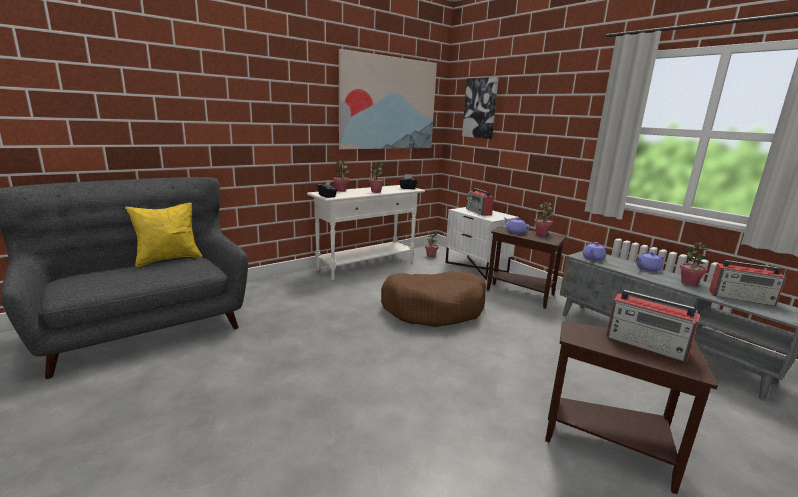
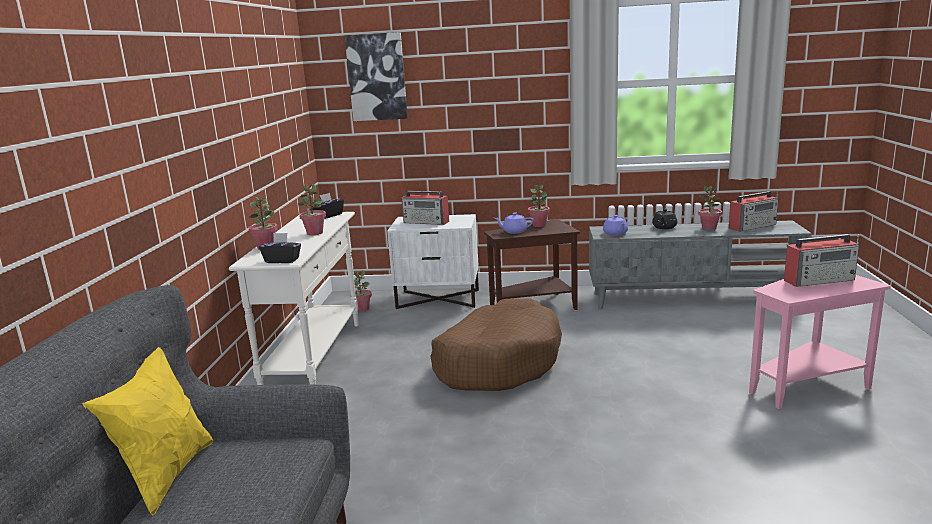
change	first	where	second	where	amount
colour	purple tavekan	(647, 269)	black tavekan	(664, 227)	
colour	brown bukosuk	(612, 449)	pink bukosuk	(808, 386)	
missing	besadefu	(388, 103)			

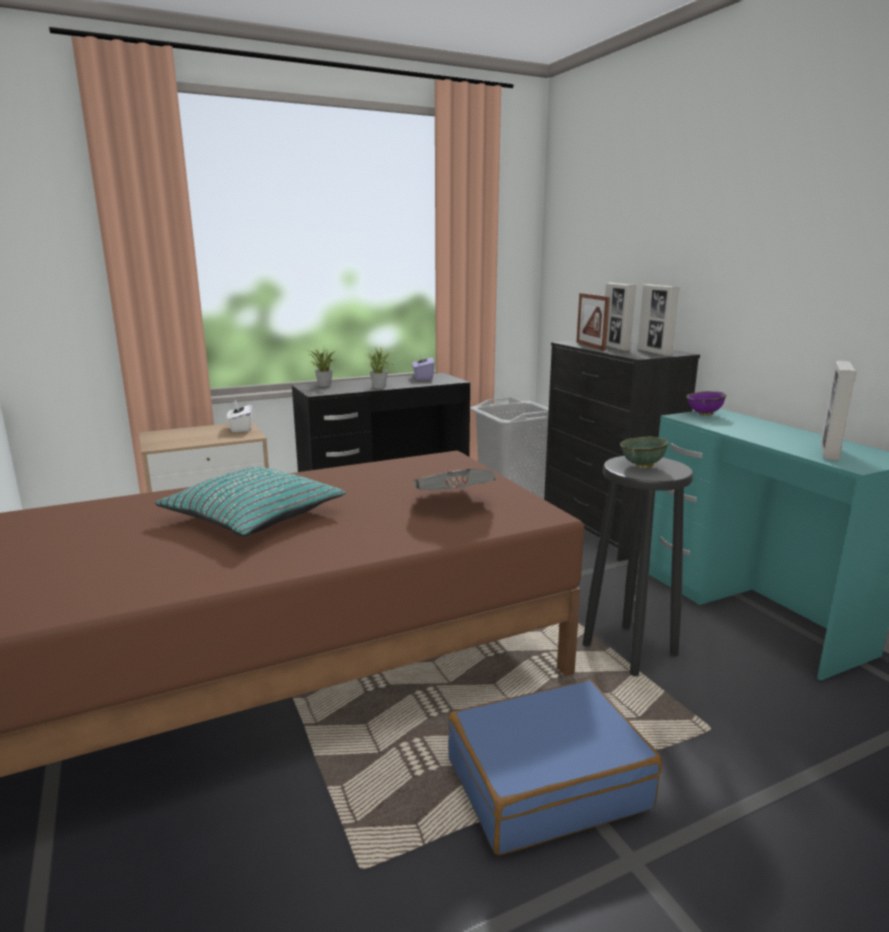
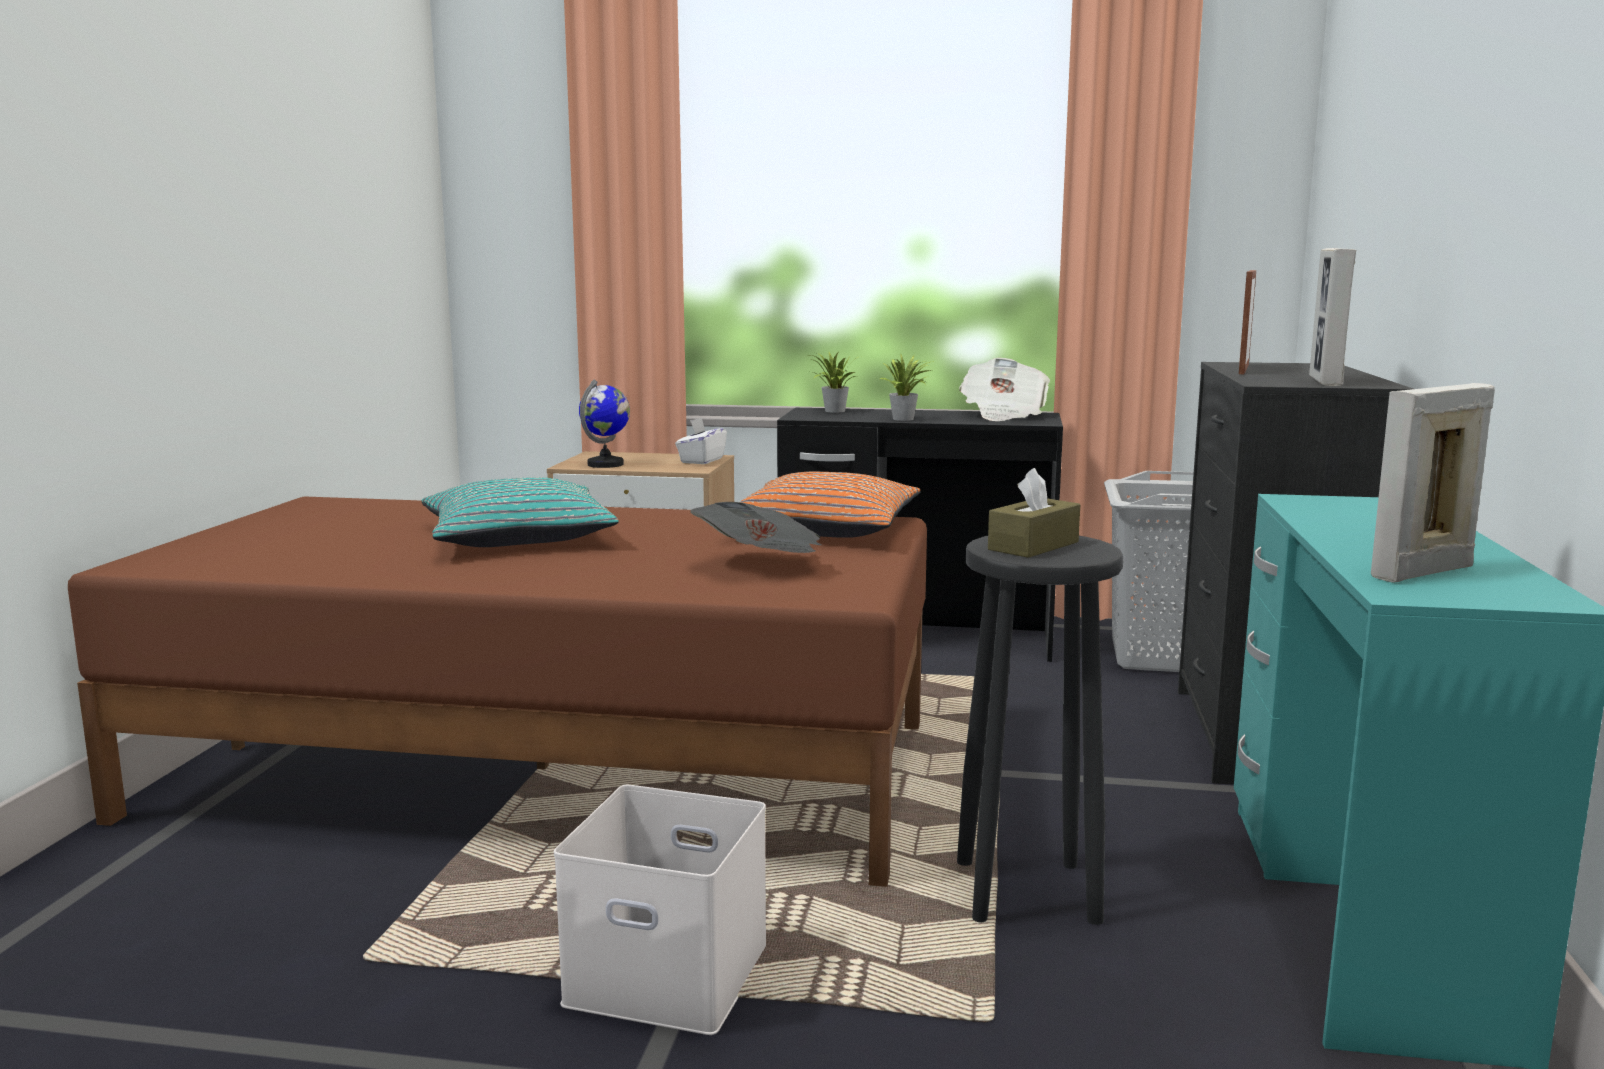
change	first	where	second	where	amount
exchanged	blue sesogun	(546, 782)	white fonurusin	(663, 976)	
appeared			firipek	(606, 464)	
appeared			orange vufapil	(823, 529)	
exchanged	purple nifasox	(423, 377)	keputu	(1003, 415)	
exchanged	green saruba	(642, 466)	brown nifasox	(1033, 546)	
missing	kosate	(615, 348)			
missing	purple saruba	(704, 415)			

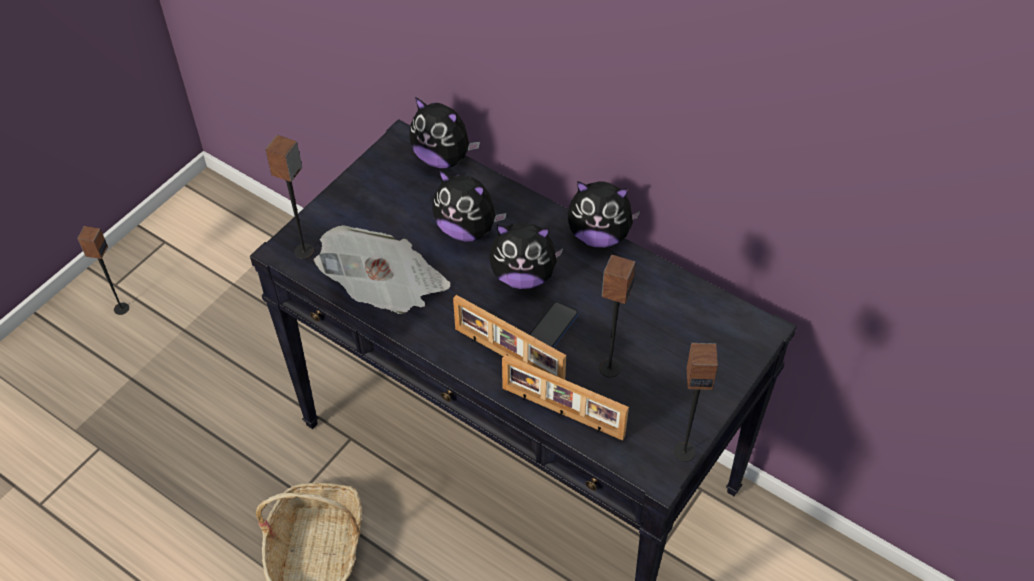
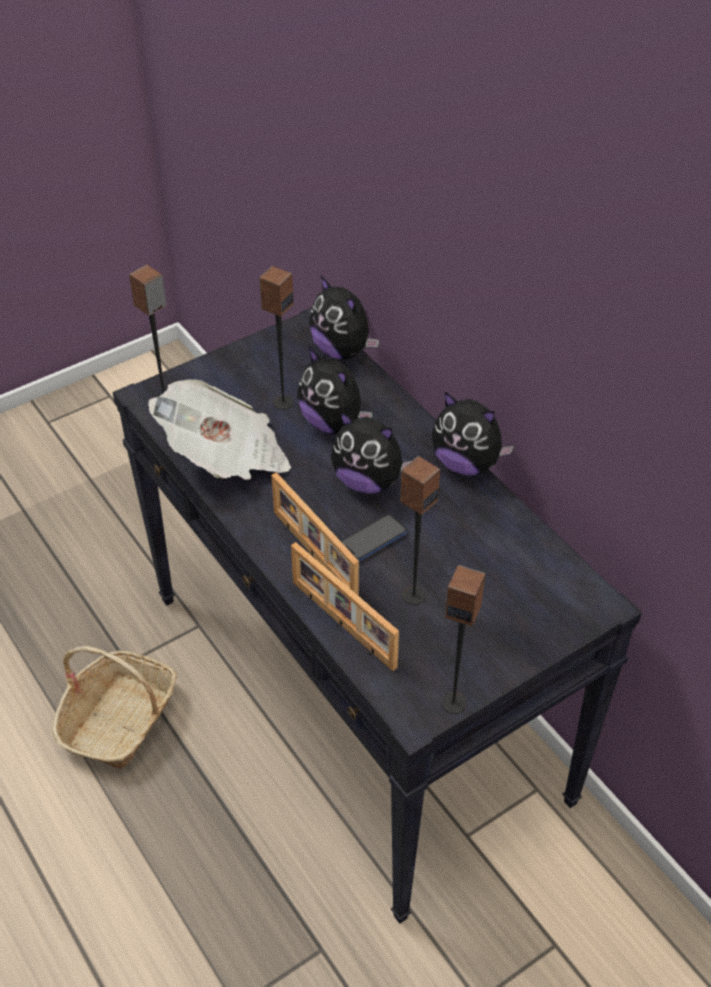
change	first	where	second	where	amount
relocated	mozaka	(121, 308)		(283, 402)	

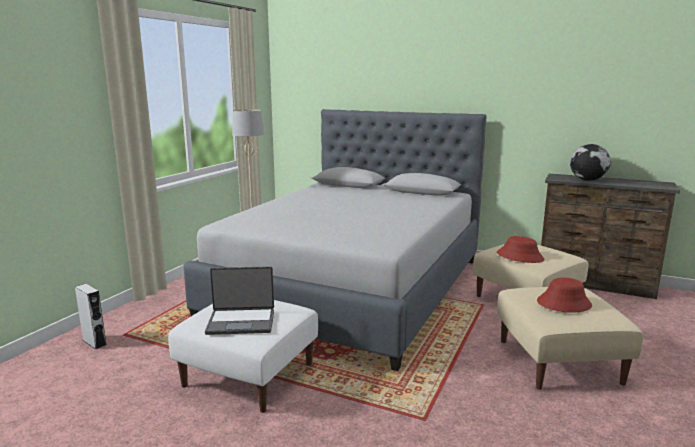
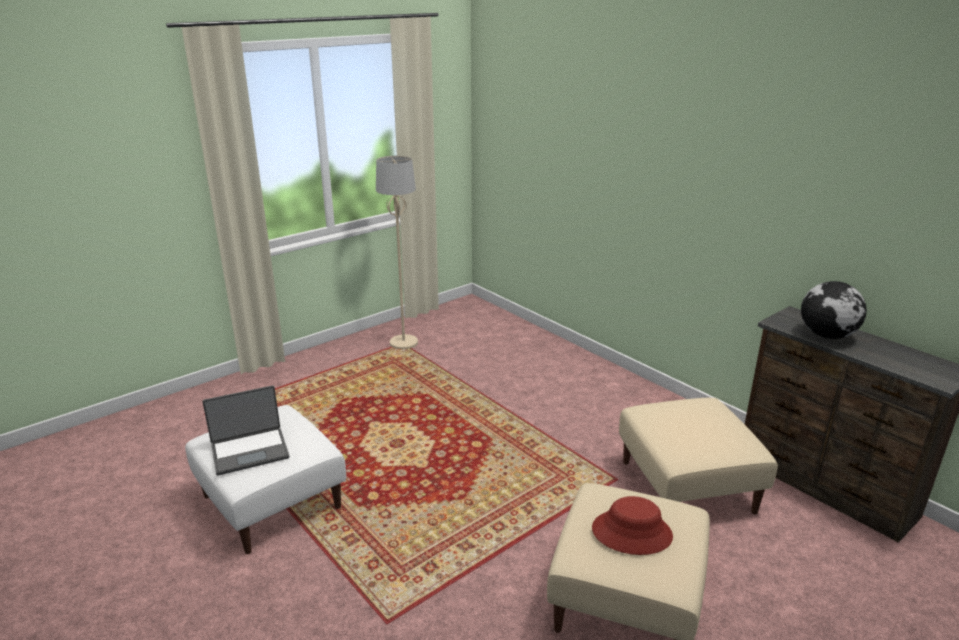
change	first	where	second	where	amount
spun	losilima	(241, 322)		(250, 451)	45 degrees counterclockwise
missing	grey mozaka	(94, 342)			
missing	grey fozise	(352, 287)			
missing	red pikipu	(520, 256)			

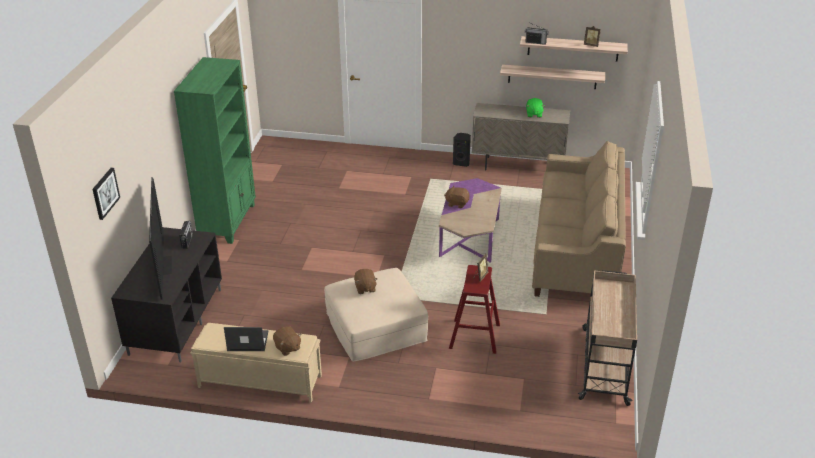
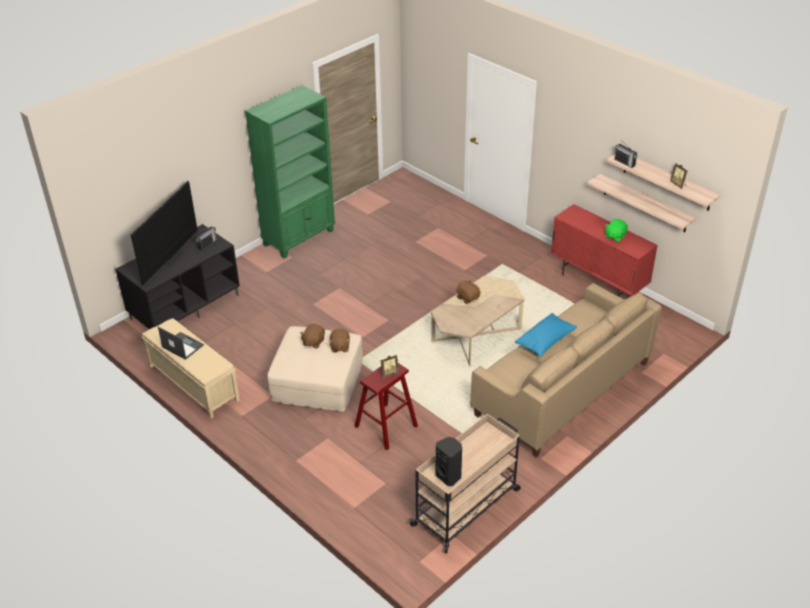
change	first	where	second	where	amount
relocated	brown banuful	(287, 348)		(340, 347)	
colour	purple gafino	(470, 238)	beige gafino	(477, 336)	
relocated	black mozaka	(461, 163)		(449, 476)	
appeared			blue vufapil	(545, 341)	
colour	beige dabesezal	(518, 166)	red dabesezal	(597, 283)	
missing	besadefu	(105, 193)			

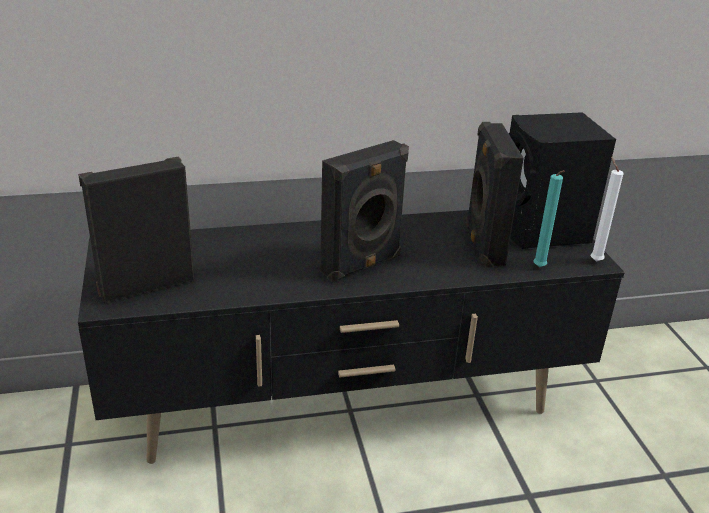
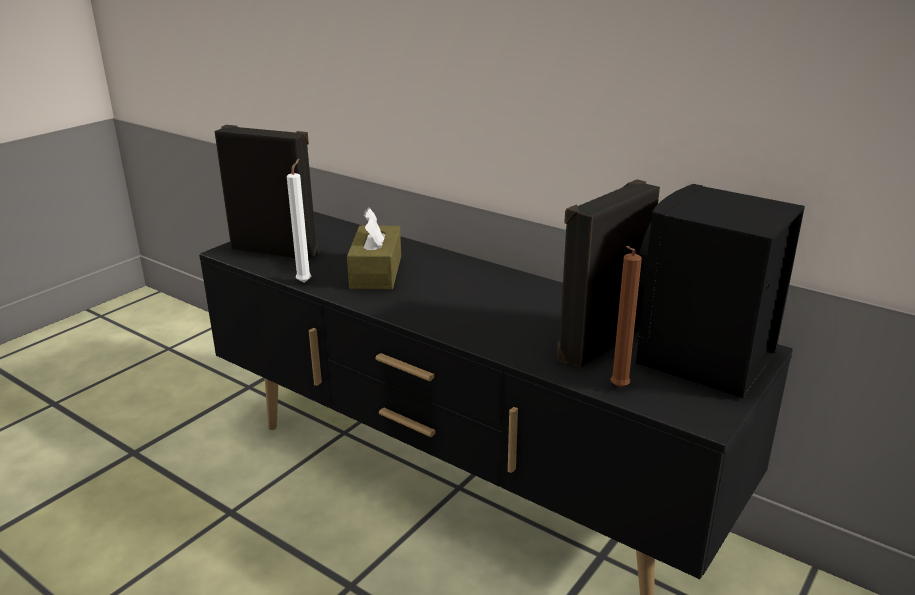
change	first	where	second	where	amount
relocated	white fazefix	(594, 260)		(305, 281)	
appeared			brown nifasox	(376, 272)	
colour	turquoise fazefix	(540, 268)	brown fazefix	(617, 389)	
missing	black mozaka	(362, 265)			

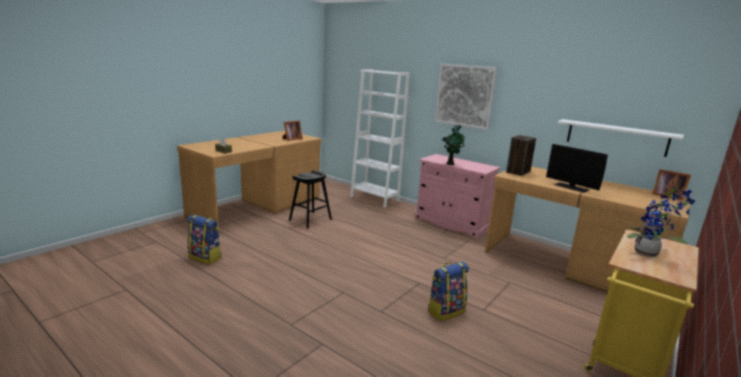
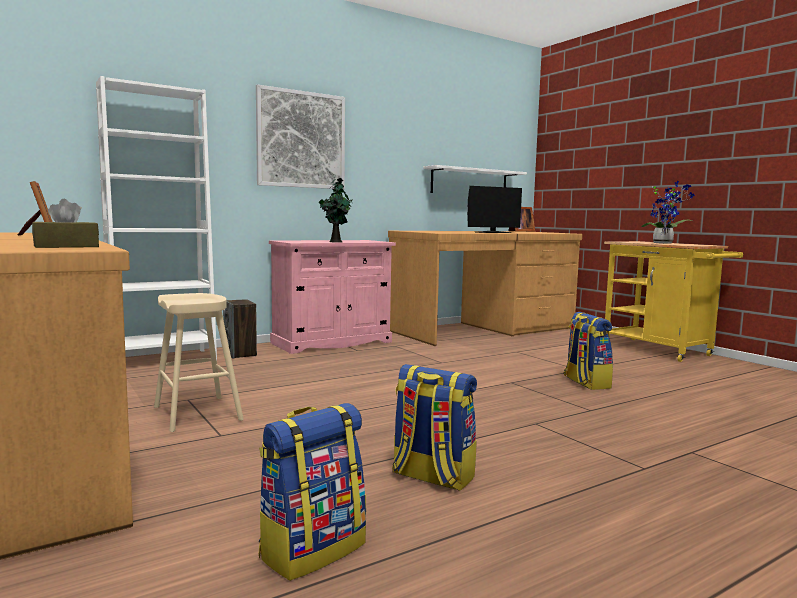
change	first	where	second	where	amount
colour	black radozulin	(310, 220)	beige radozulin	(197, 413)	
relocated	mozaka	(518, 172)		(240, 354)	
appeared			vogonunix	(431, 477)	

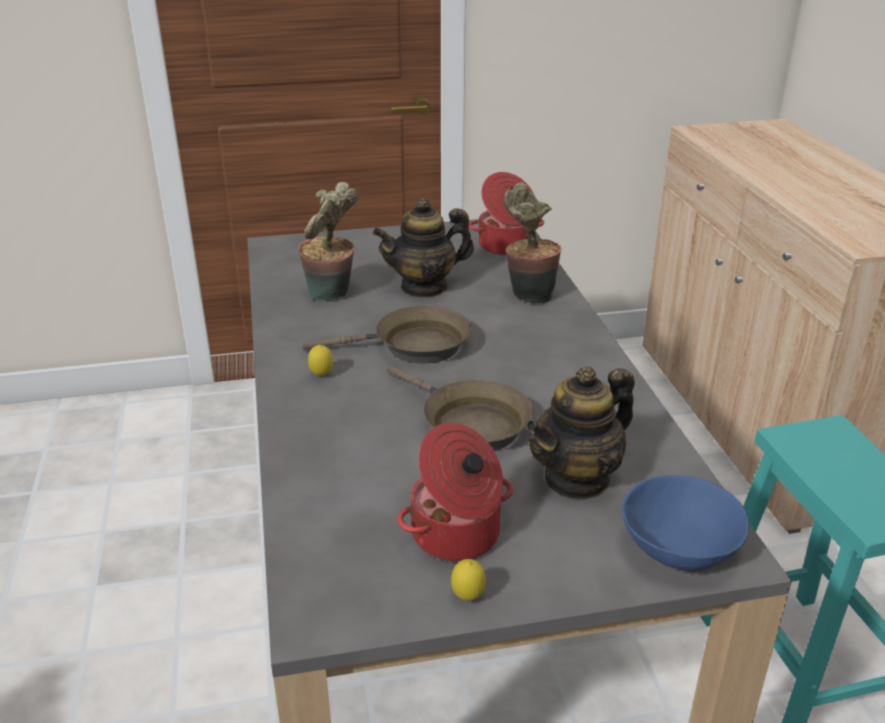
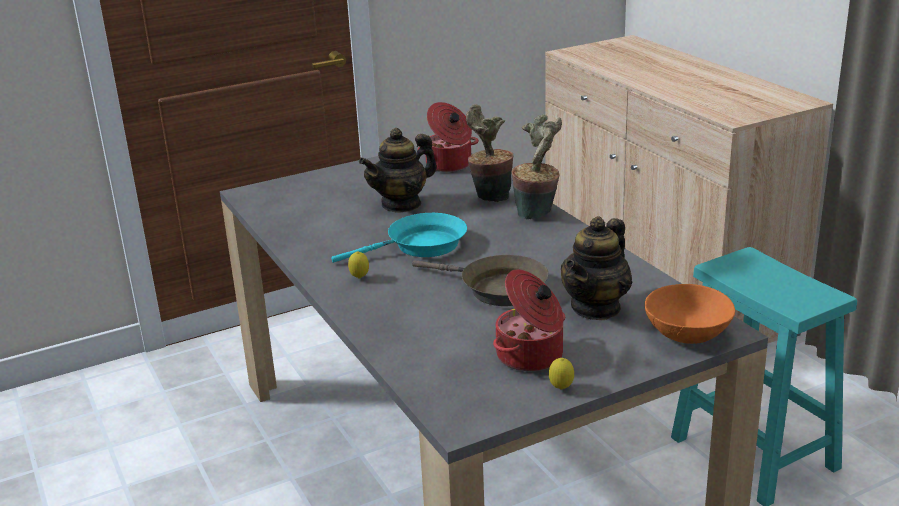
change	first	where	second	where	amount
colour	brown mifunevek	(414, 346)	turquoise mifunevek	(420, 246)	
relocated	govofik	(332, 296)		(538, 214)	
colour	blue saruba	(677, 547)	orange saruba	(686, 333)	

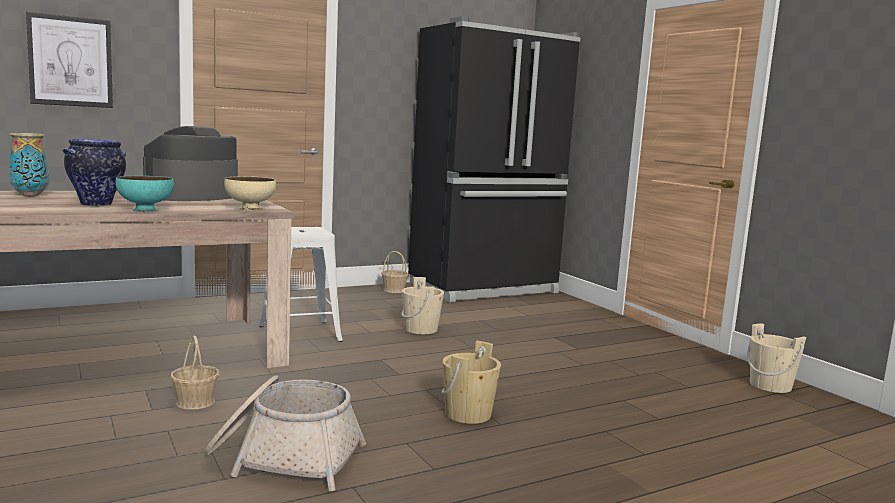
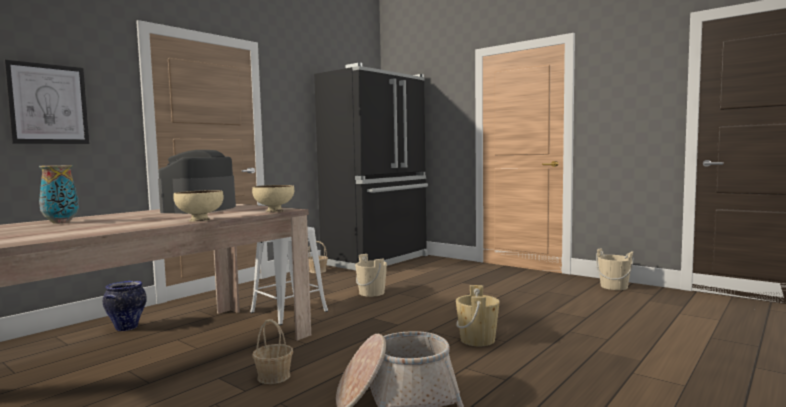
change	first	where	second	where	amount
relocated	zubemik	(97, 204)		(127, 327)	
colour	turquoise saruba	(145, 210)	beige saruba	(200, 220)	

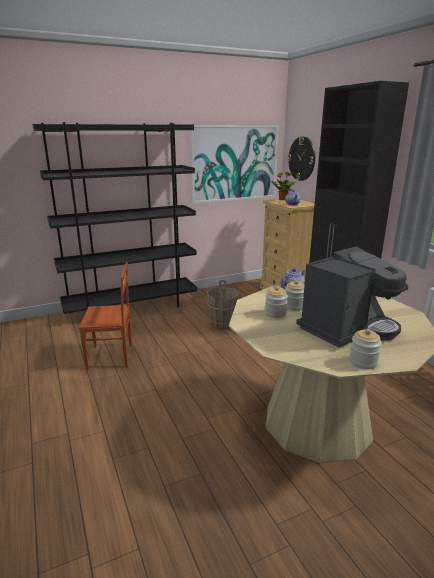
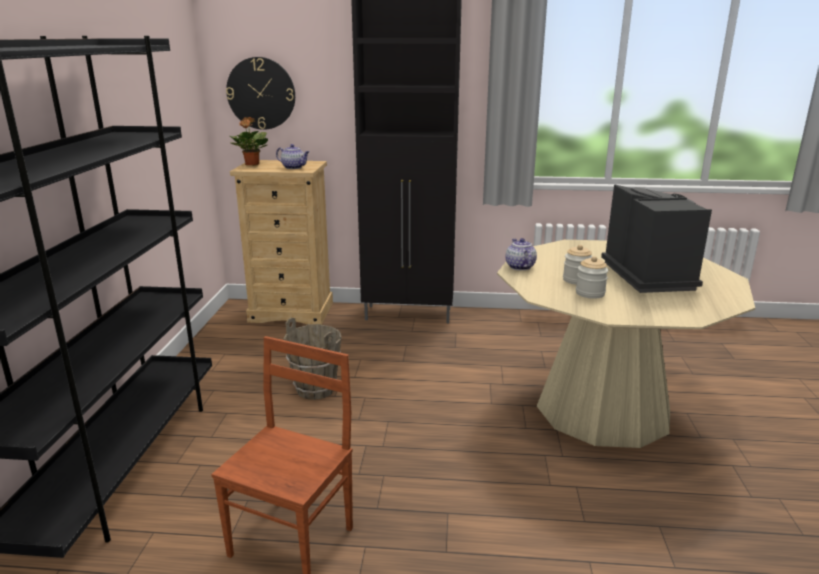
change	first	where	second	where	amount
missing	besadefu	(234, 163)			
missing	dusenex	(363, 362)			

